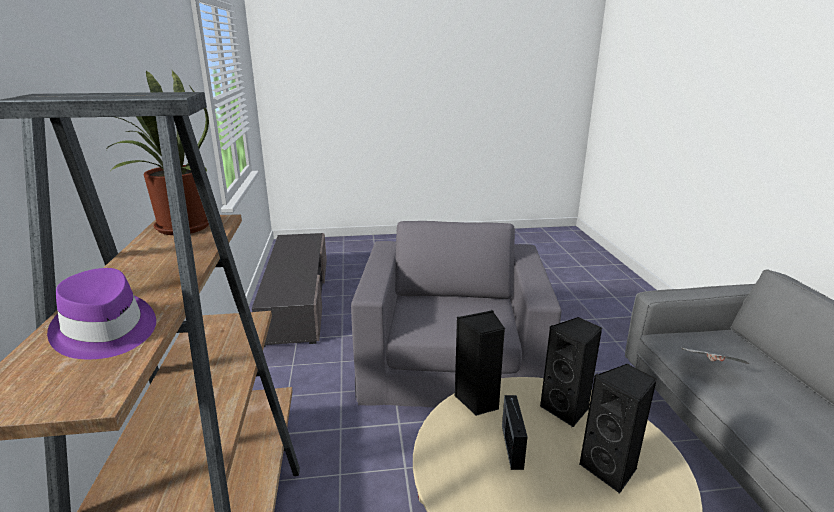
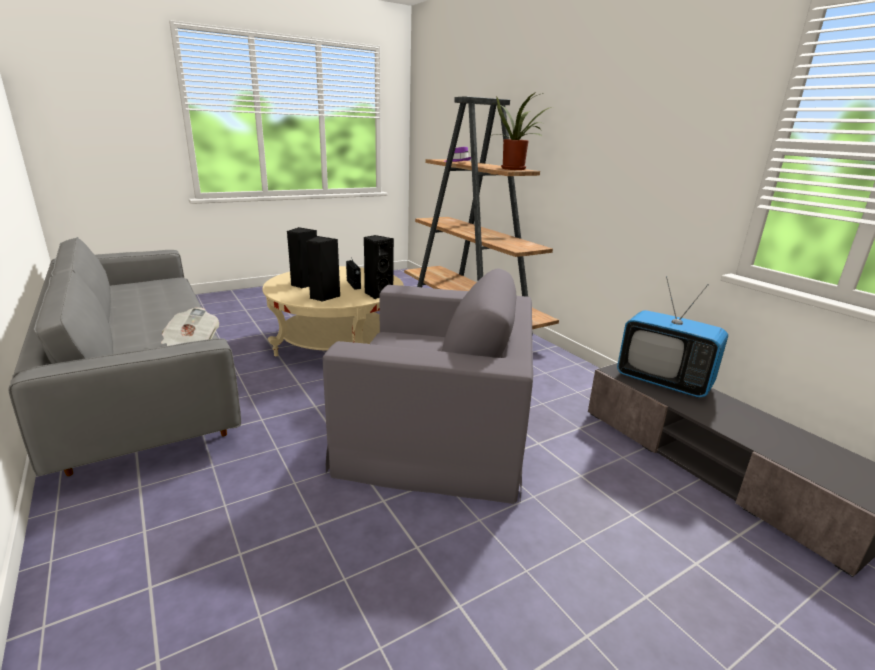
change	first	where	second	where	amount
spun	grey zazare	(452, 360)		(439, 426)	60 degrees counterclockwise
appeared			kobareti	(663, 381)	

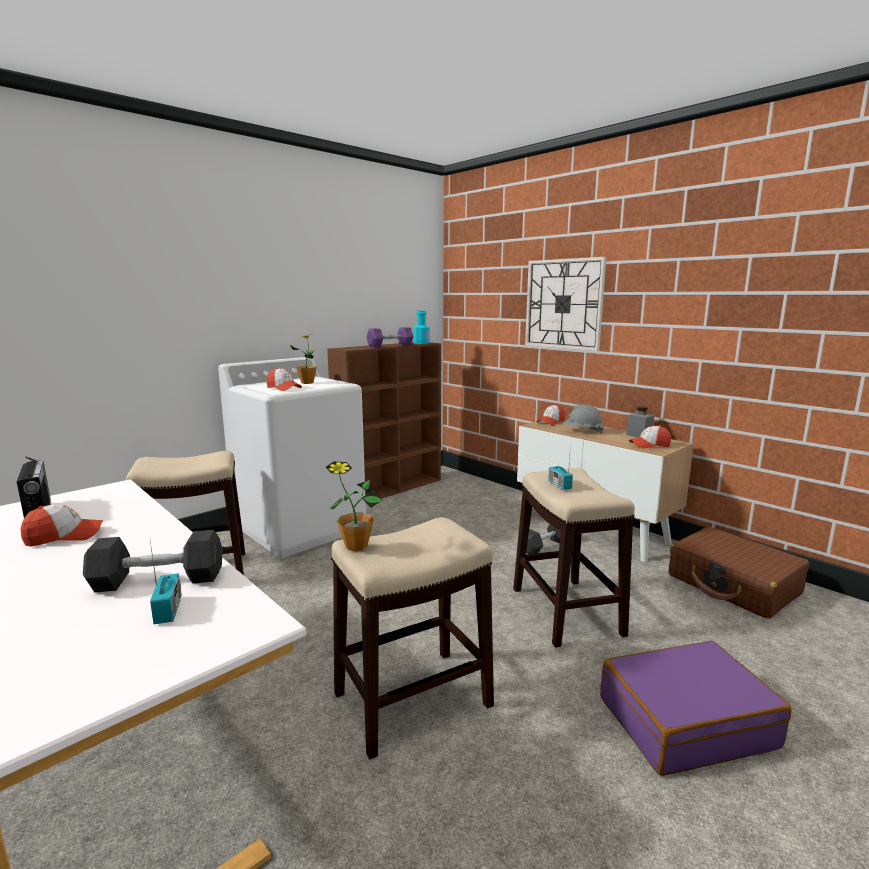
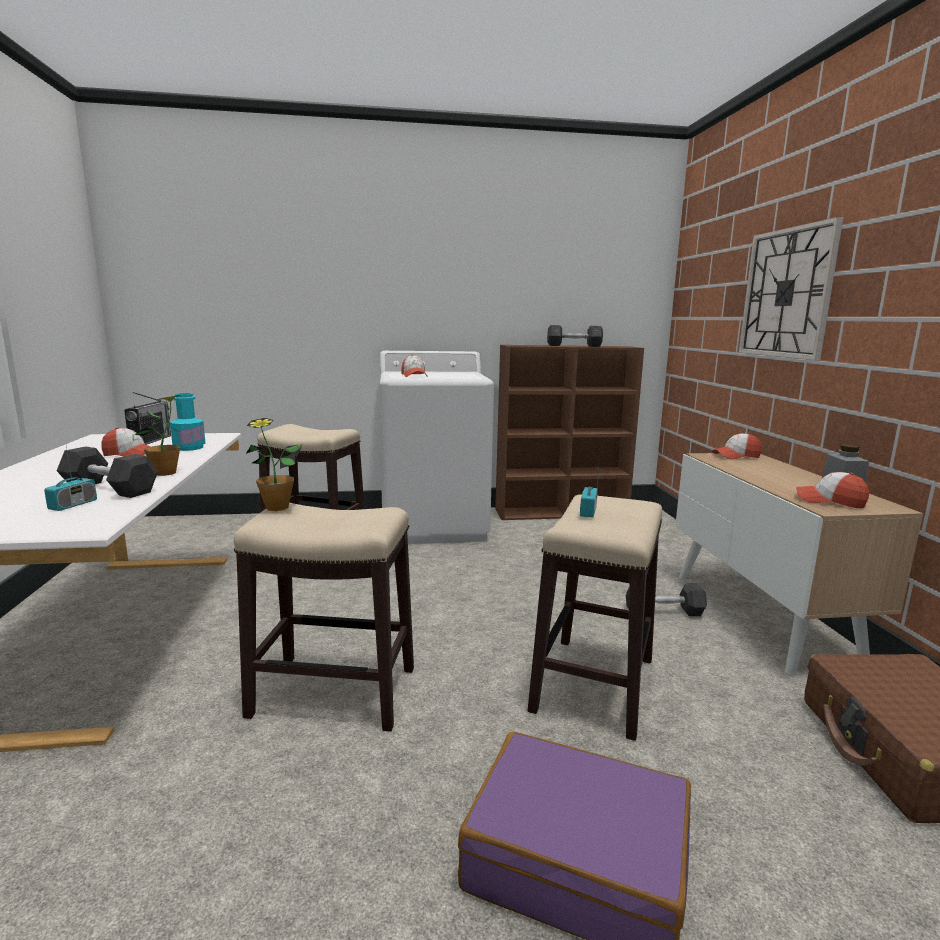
change	first	where	second	where	amount
relocated	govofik	(307, 383)		(165, 473)	
relocated	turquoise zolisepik	(421, 343)		(189, 448)	
colour	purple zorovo	(390, 345)	grey zorovo	(574, 346)	
missing	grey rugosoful	(582, 431)			

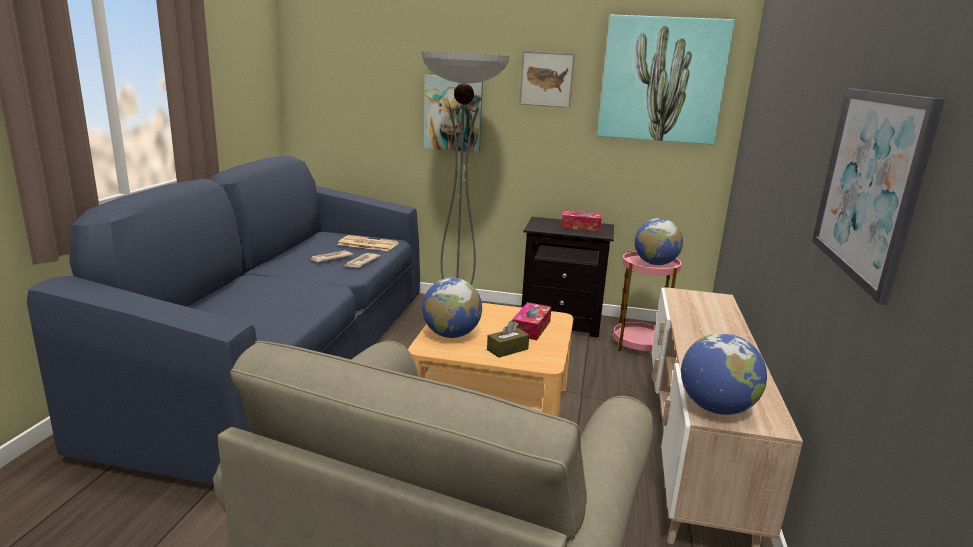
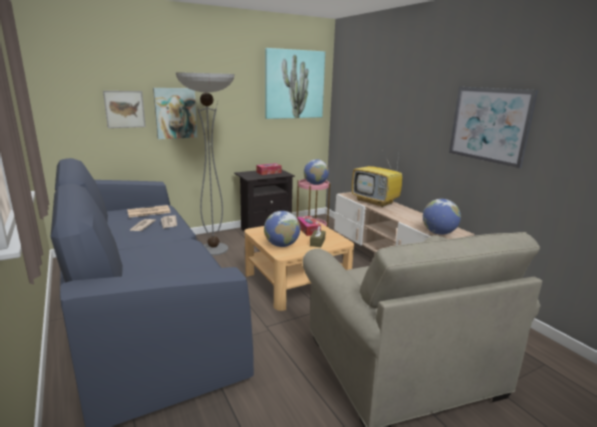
change	first	where	second	where	amount
relocated	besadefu	(546, 79)		(124, 109)	
appeared			kobareti	(376, 202)	

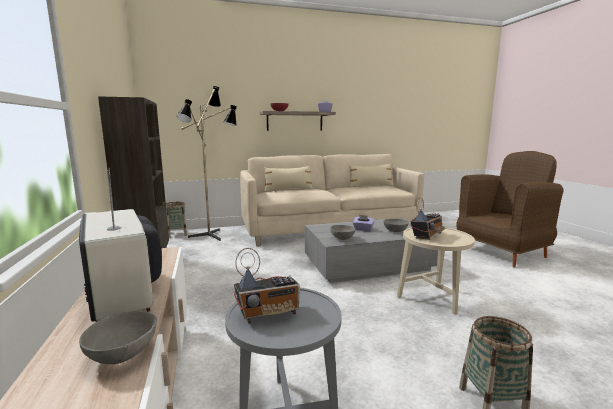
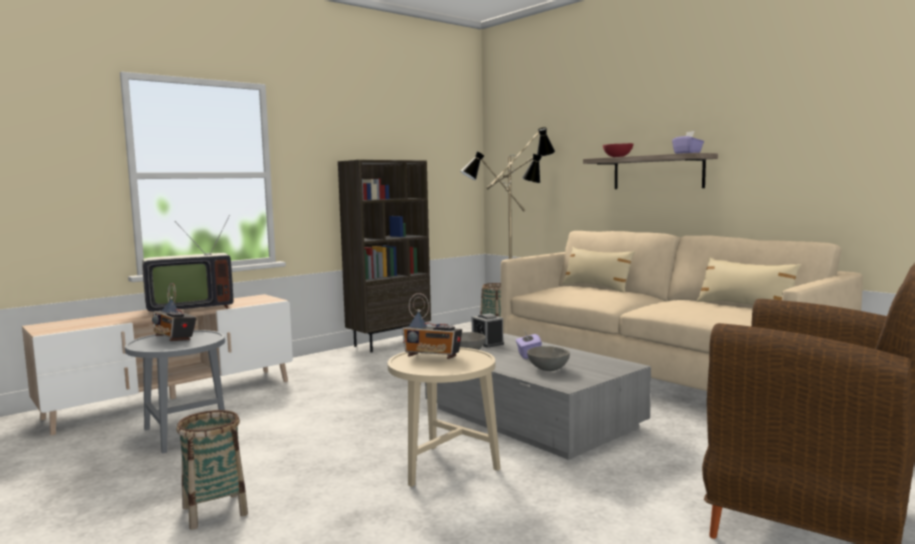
change	first	where	second	where	amount
spun	kobareti	(126, 292)		(188, 309)	150 degrees counterclockwise
appeared			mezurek	(487, 343)	
missing	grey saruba	(123, 354)			

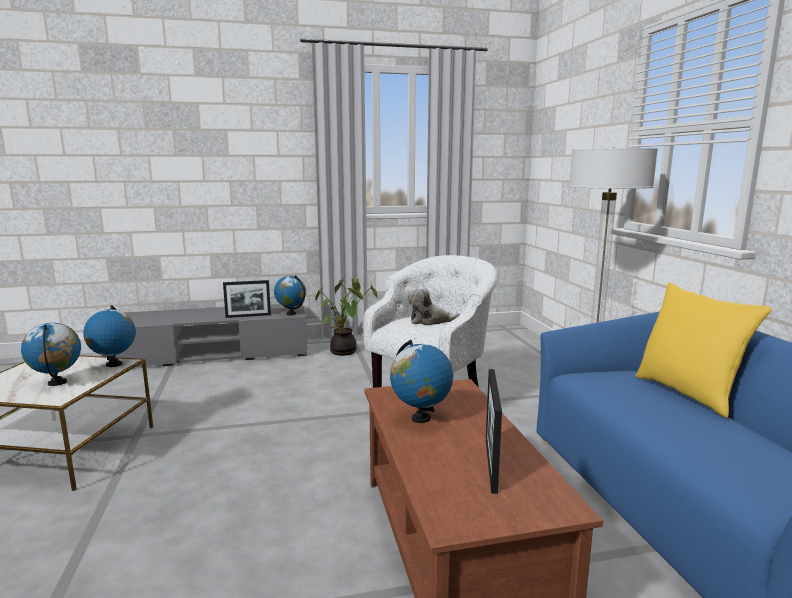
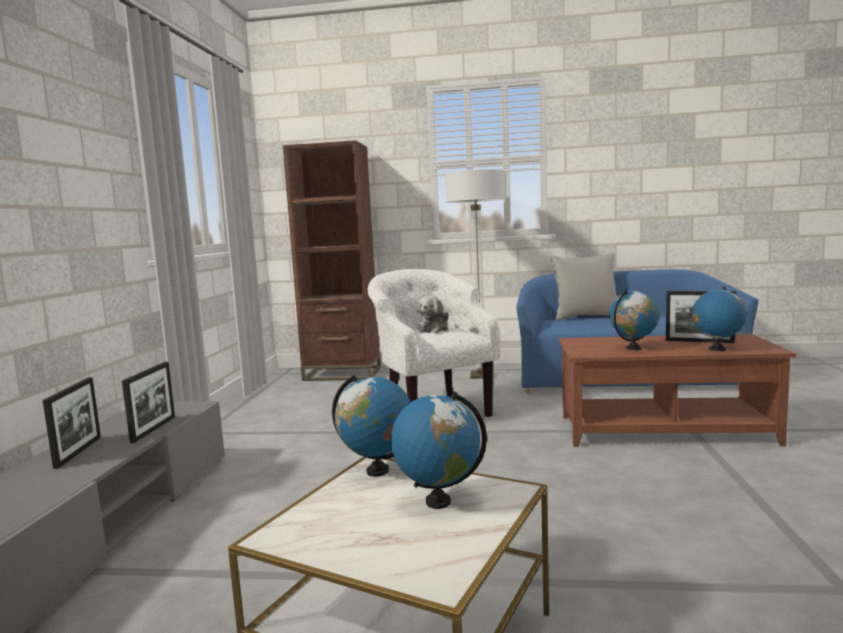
change	first	where	second	where	amount
appeared			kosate	(78, 452)	
appeared			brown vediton	(342, 374)	
colour	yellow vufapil	(688, 393)	grey vufapil	(586, 317)	
relocated	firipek	(291, 314)		(717, 349)	
missing	govofik	(344, 352)			

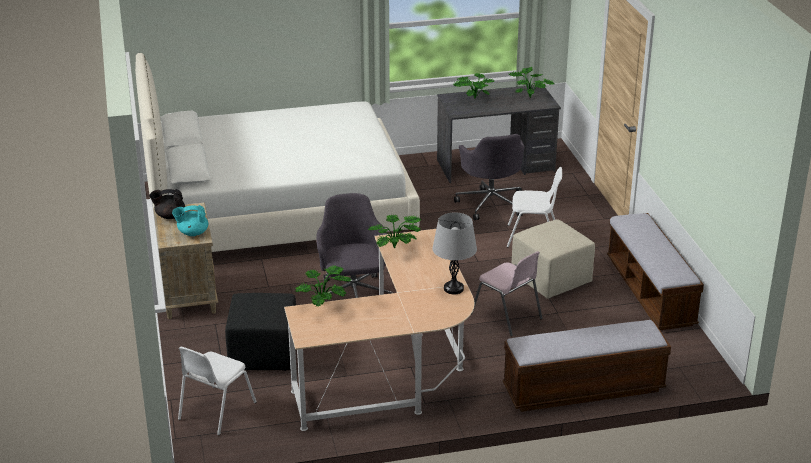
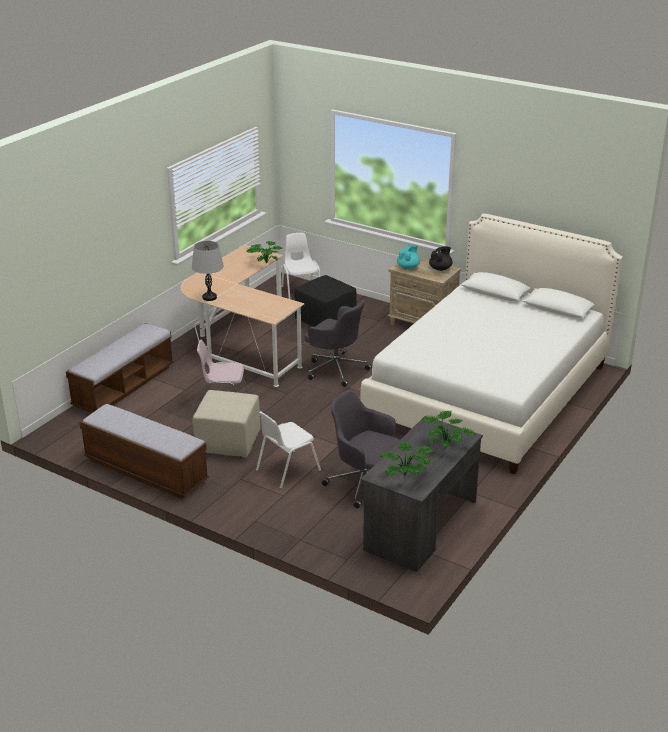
change	first	where	second	where	amount
missing	govofik	(397, 249)			

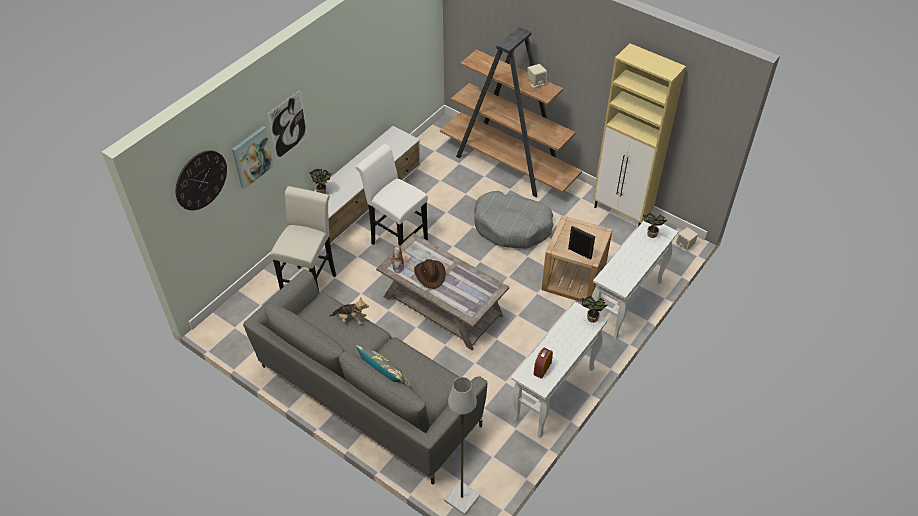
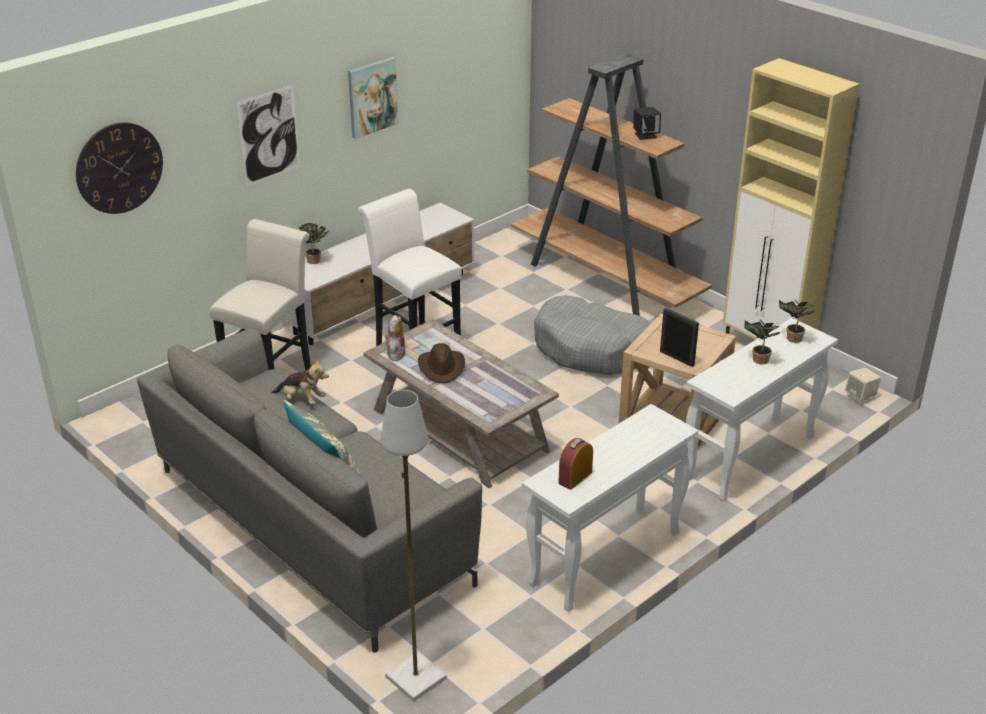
change	first	where	second	where	amount
relocated	besadefu	(252, 157)		(372, 97)	
colour	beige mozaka	(536, 83)	black mozaka	(645, 135)	
relocated	govofik	(591, 319)		(758, 360)	

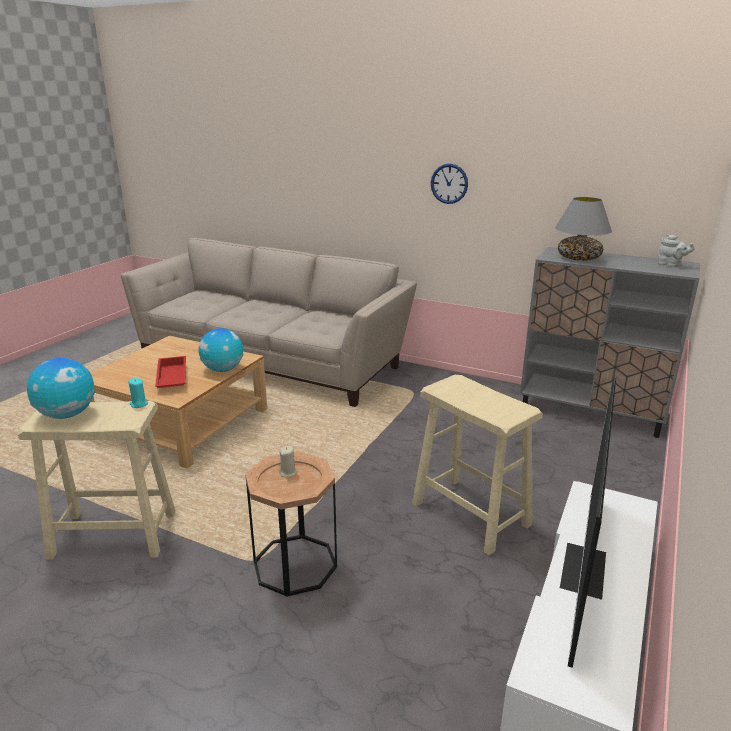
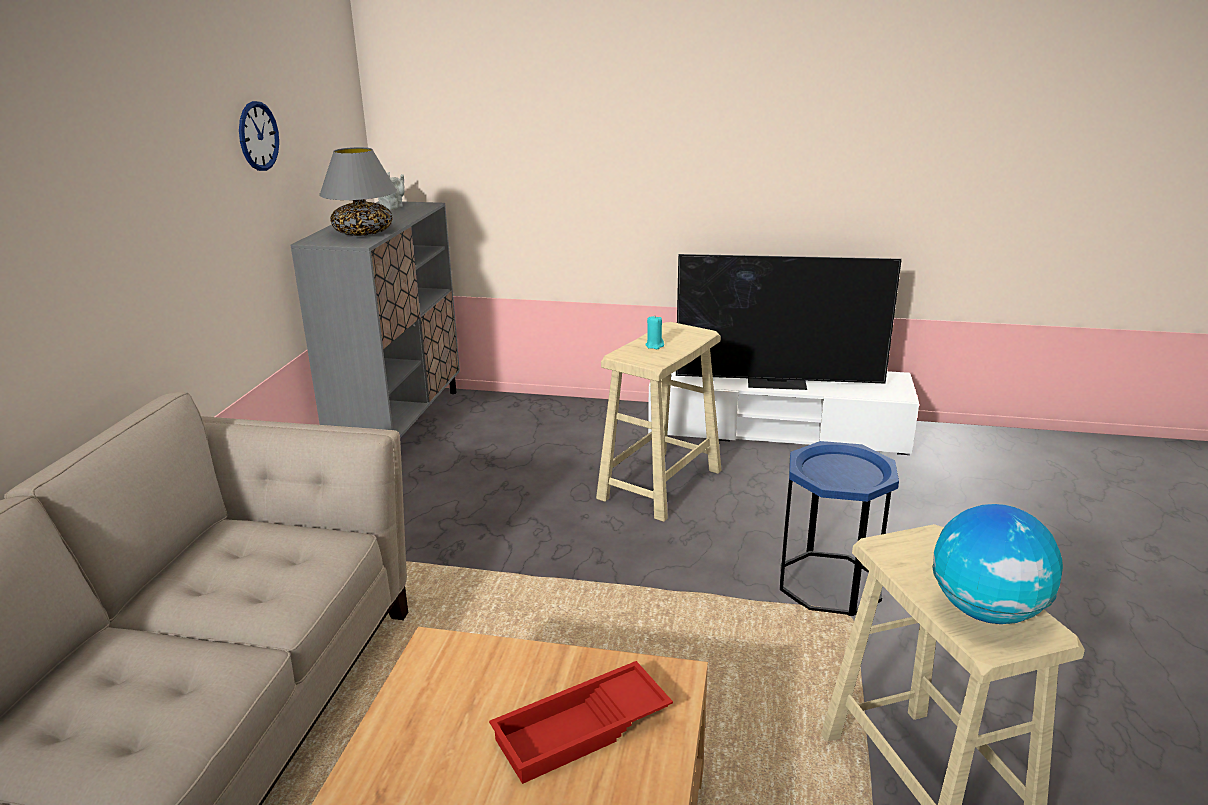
change	first	where	second	where	amount
relocated	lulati	(449, 183)		(258, 136)	
relocated	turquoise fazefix	(138, 404)		(654, 345)	
colour	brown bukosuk	(295, 564)	blue bukosuk	(829, 583)	
missing	firipek	(223, 369)			
missing	beige fazefix	(288, 472)			

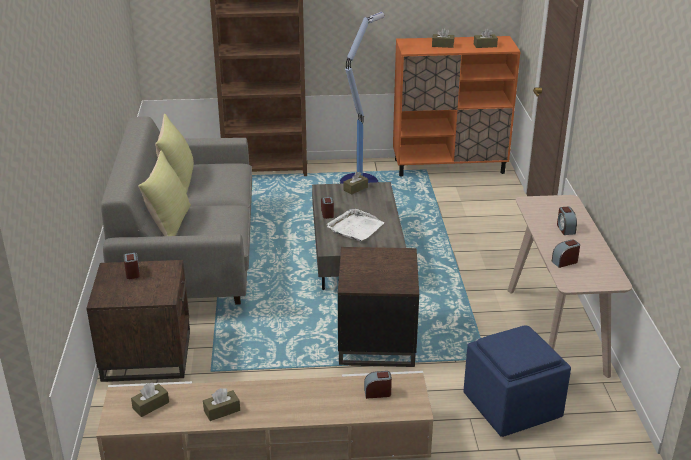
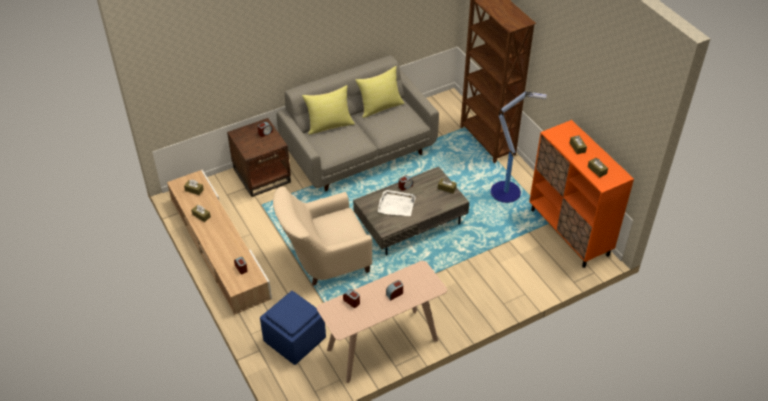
change	first	where	second	where	amount
exchanged	brown bukosuk	(376, 341)	beige zazare	(324, 261)	

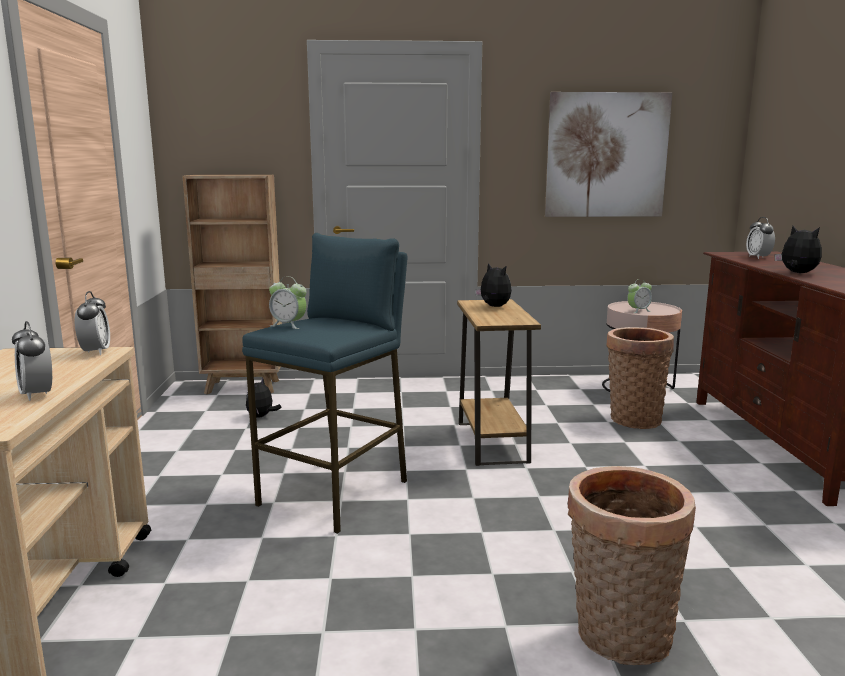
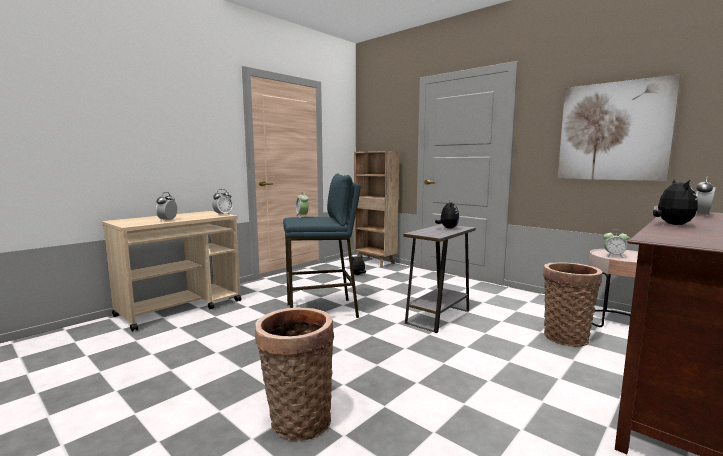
change	first	where	second	where	amount
colour	brown bukosuk	(492, 442)	grey bukosuk	(438, 317)	

